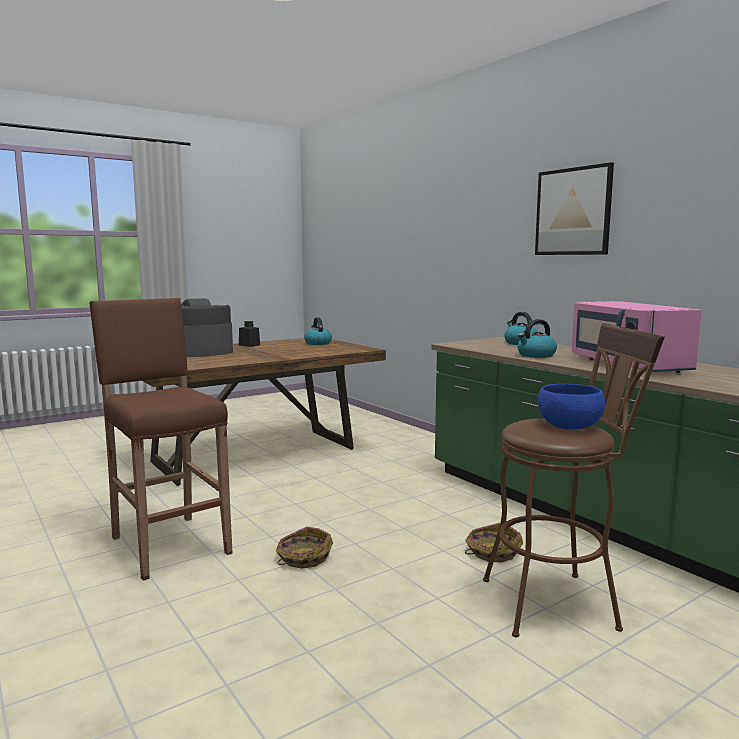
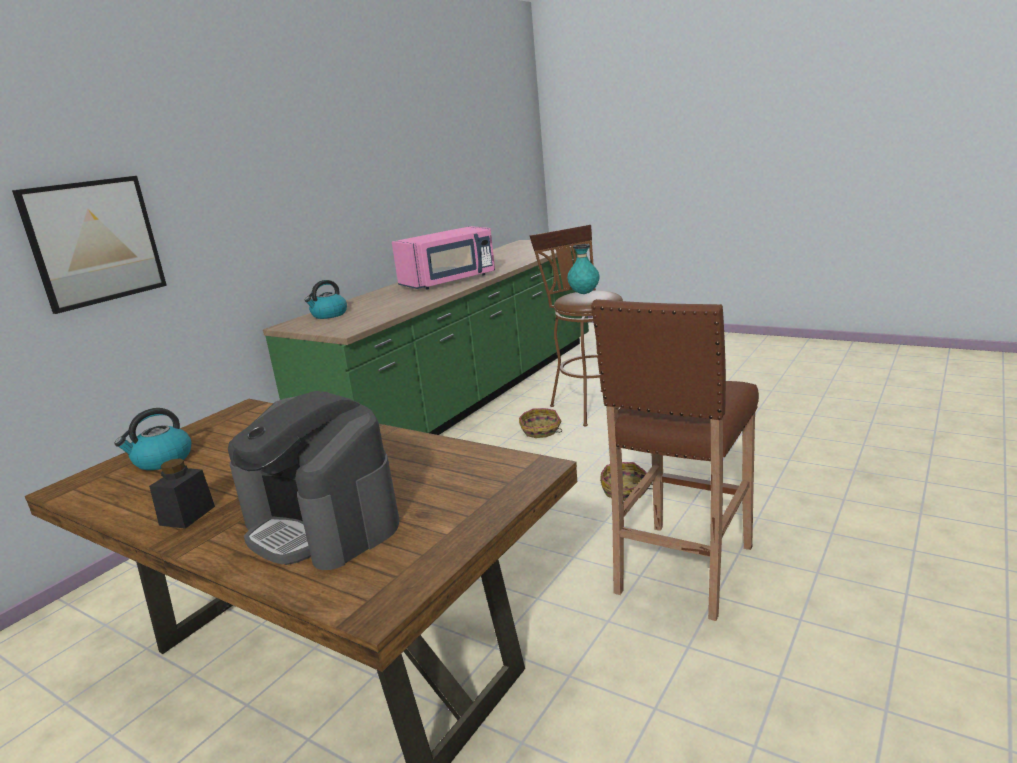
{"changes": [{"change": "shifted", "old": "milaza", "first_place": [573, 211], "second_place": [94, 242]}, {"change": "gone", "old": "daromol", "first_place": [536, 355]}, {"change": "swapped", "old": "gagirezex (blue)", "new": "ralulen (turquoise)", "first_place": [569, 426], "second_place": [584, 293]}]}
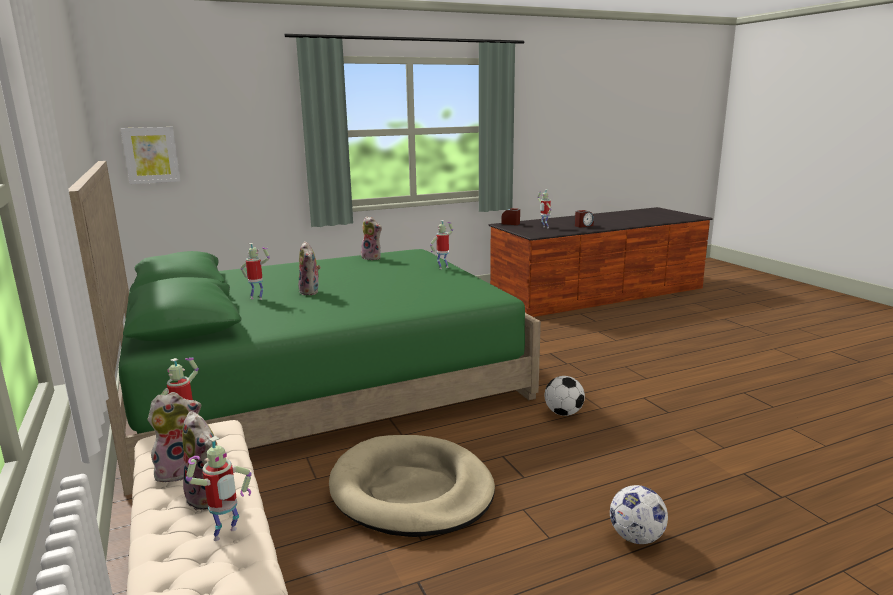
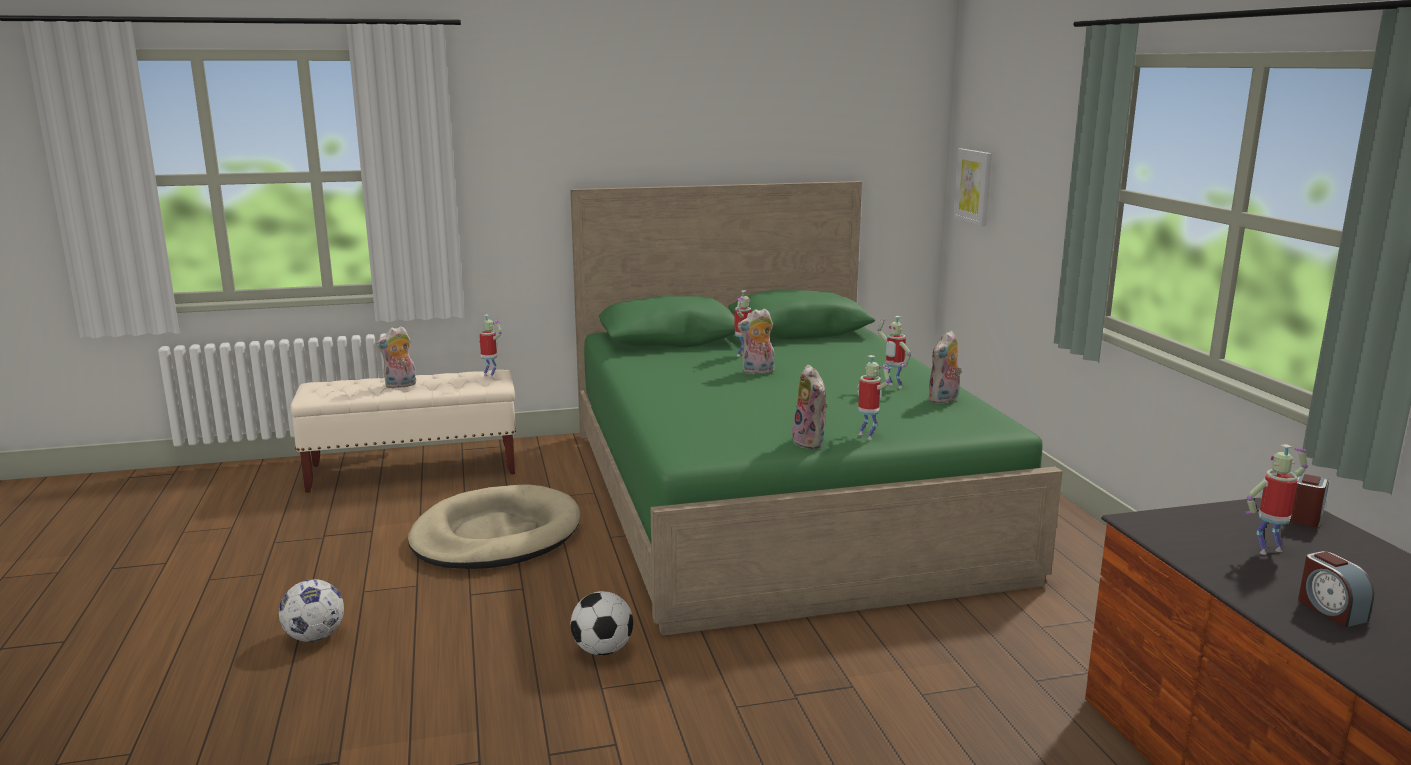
{"changes": [{"change": "shifted", "old": "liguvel", "first_place": [180, 470], "second_place": [811, 442]}, {"change": "shifted", "old": "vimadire", "first_place": [226, 536], "second_place": [893, 386]}]}
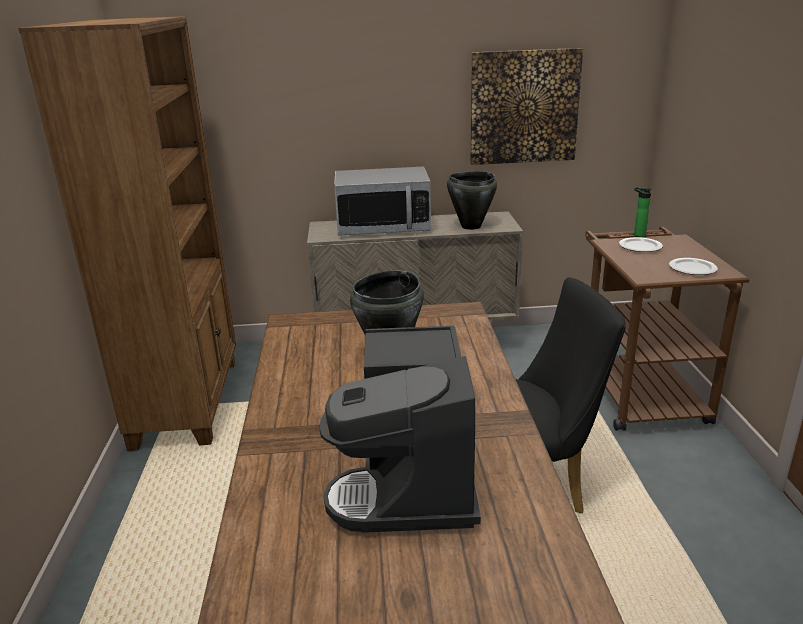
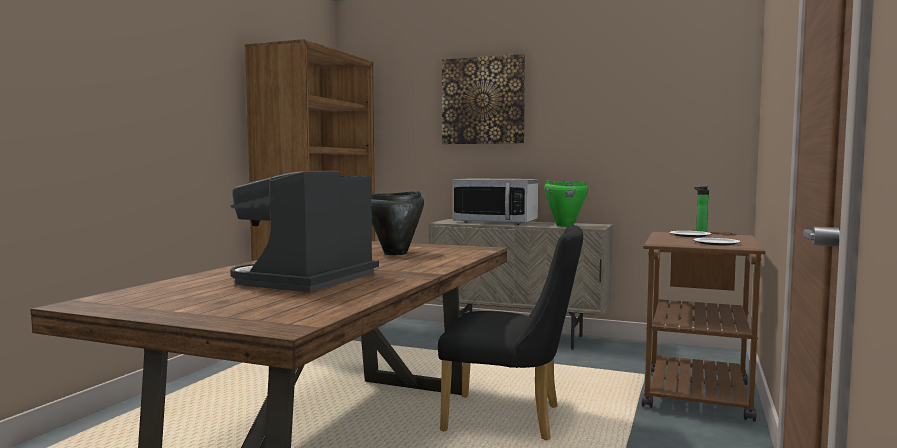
{"changes": [{"change": "shifted", "old": "milaza", "first_place": [524, 107], "second_place": [483, 100]}, {"change": "repainted", "old": "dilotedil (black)", "new": "dilotedil (green)", "first_place": [470, 226], "second_place": [564, 226]}]}
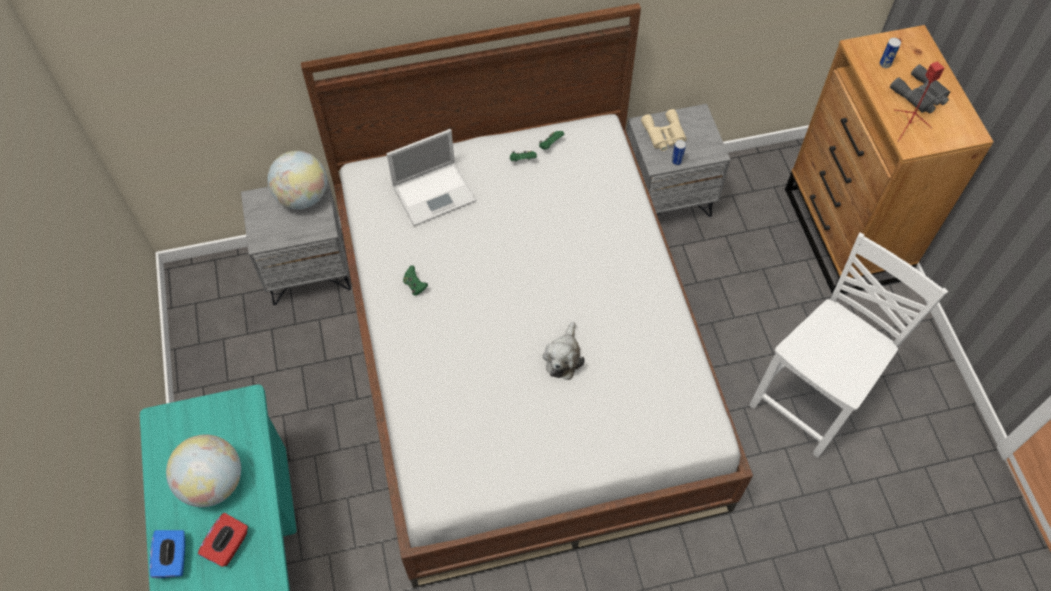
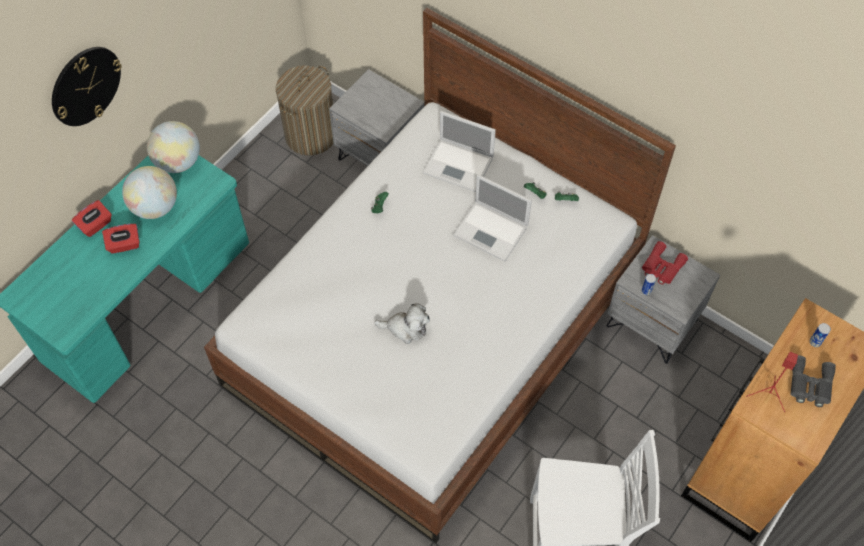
{"changes": [{"change": "repainted", "old": "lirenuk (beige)", "new": "lirenuk (red)", "first_place": [664, 135], "second_place": [661, 267]}, {"change": "shifted", "old": "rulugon", "first_place": [302, 197], "second_place": [178, 162]}, {"change": "rotated", "old": "liguvel", "first_place": [563, 357], "second_place": [405, 328], "degrees": -150}, {"change": "repainted", "old": "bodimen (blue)", "new": "bodimen (red)", "first_place": [173, 559], "second_place": [95, 225]}, {"change": "new", "new": "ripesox", "second_place": [85, 86]}, {"change": "new", "new": "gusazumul", "second_place": [310, 135]}, {"change": "new", "new": "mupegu", "second_place": [492, 231]}]}
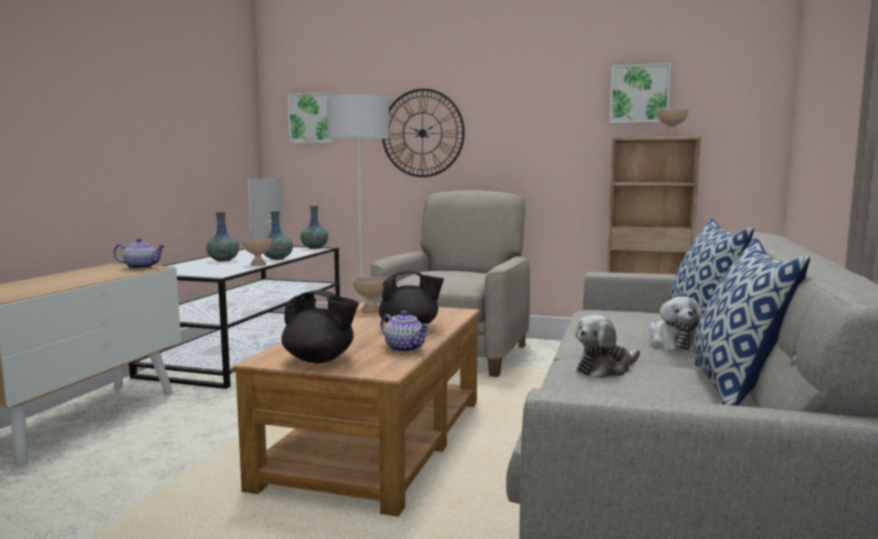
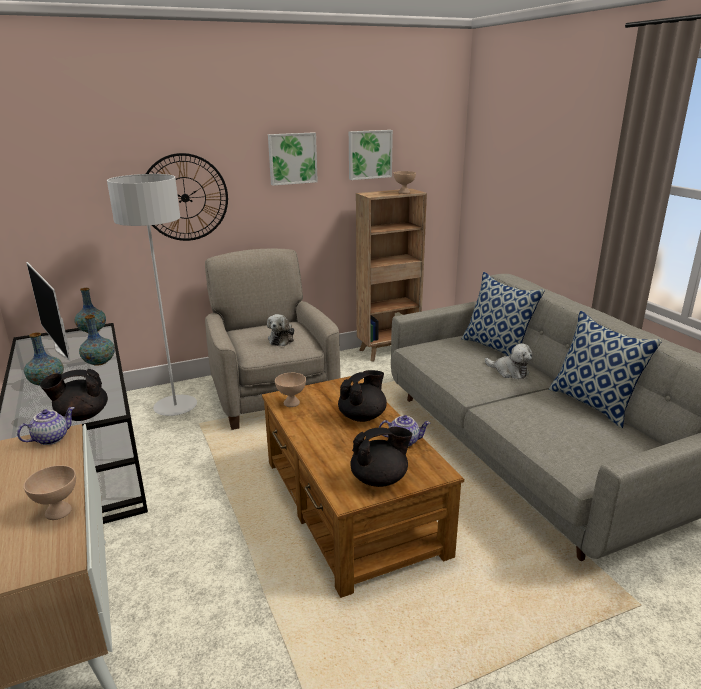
{"changes": [{"change": "shifted", "old": "milaza", "first_place": [312, 118], "second_place": [292, 158]}, {"change": "shifted", "old": "gagirezex (beige)", "first_place": [258, 264], "second_place": [57, 511]}, {"change": "shifted", "old": "liguvel", "first_place": [605, 369], "second_place": [282, 339]}, {"change": "new", "new": "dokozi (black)", "second_place": [82, 416]}]}
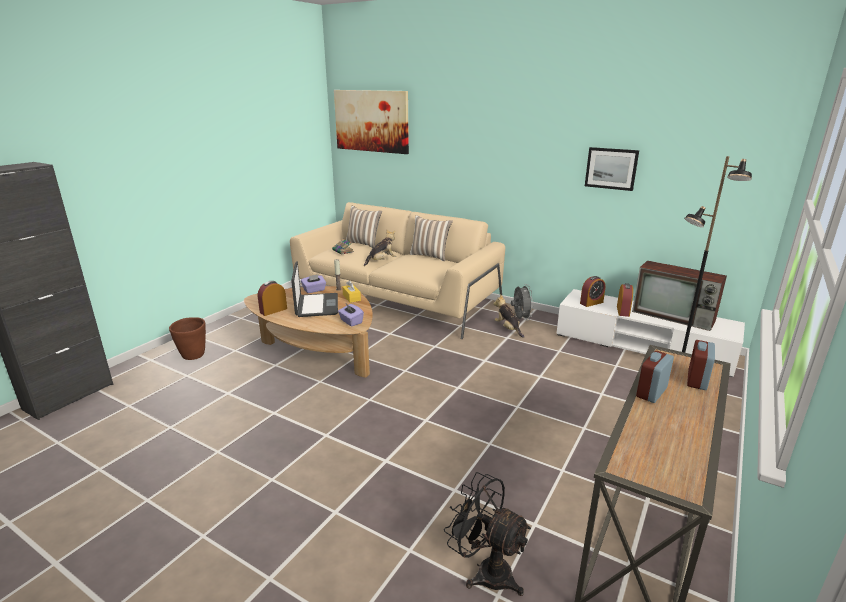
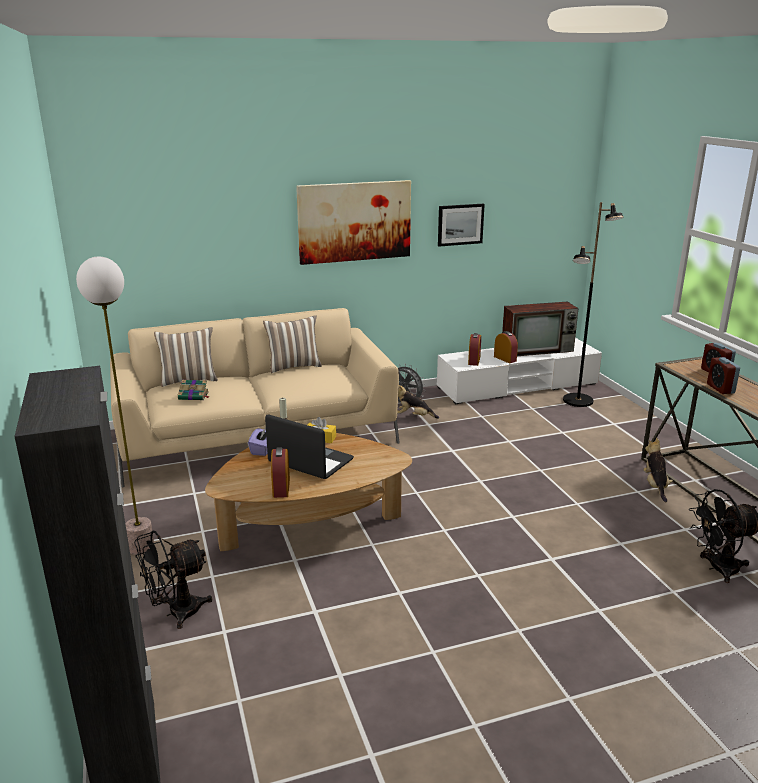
{"changes": [{"change": "shifted", "old": "milaza", "first_place": [371, 121], "second_place": [354, 221]}, {"change": "shifted", "old": "liguvel", "first_place": [381, 261], "second_place": [655, 486]}, {"change": "gone", "old": "bodimen (purple)", "first_place": [351, 322]}, {"change": "swapped", "old": "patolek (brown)", "new": "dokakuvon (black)", "first_place": [193, 356], "second_place": [176, 613]}, {"change": "new", "new": "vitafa", "second_place": [140, 547]}]}
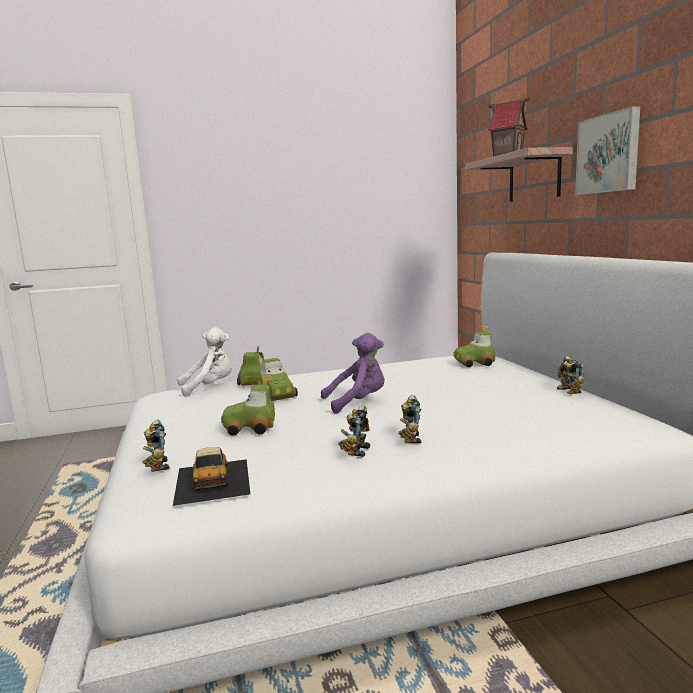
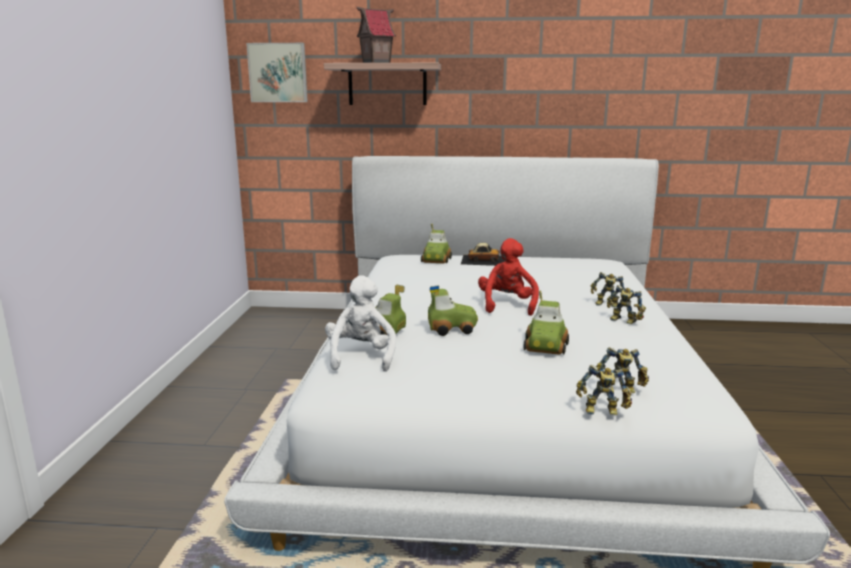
{"changes": [{"change": "shifted", "old": "milaza", "first_place": [609, 154], "second_place": [278, 73]}, {"change": "repainted", "old": "liguvel (purple)", "new": "liguvel (red)", "first_place": [358, 402], "second_place": [507, 305]}, {"change": "shifted", "old": "vimadire", "first_place": [567, 391], "second_place": [602, 412]}, {"change": "shifted", "old": "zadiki", "first_place": [213, 480], "second_place": [484, 260]}]}
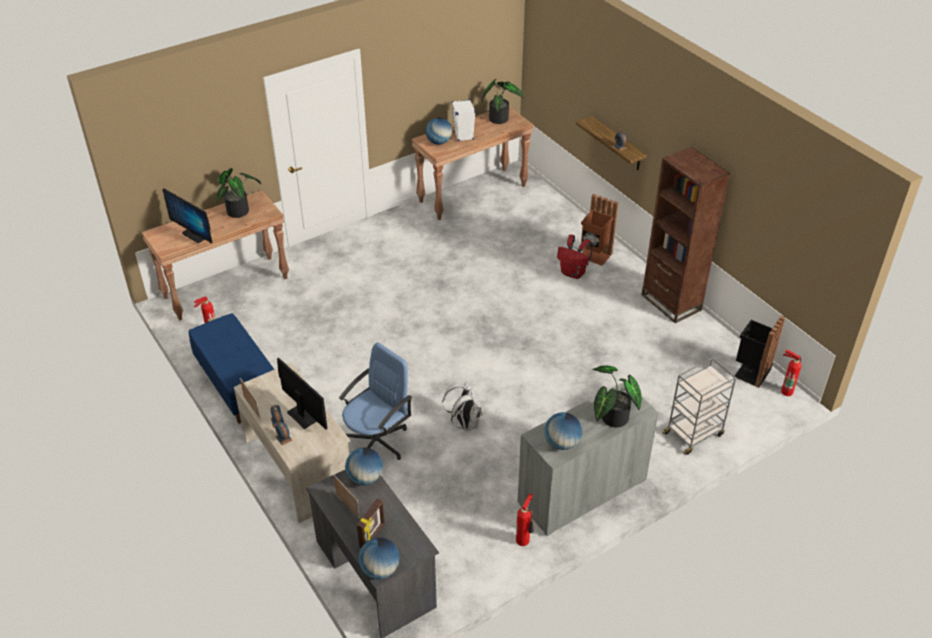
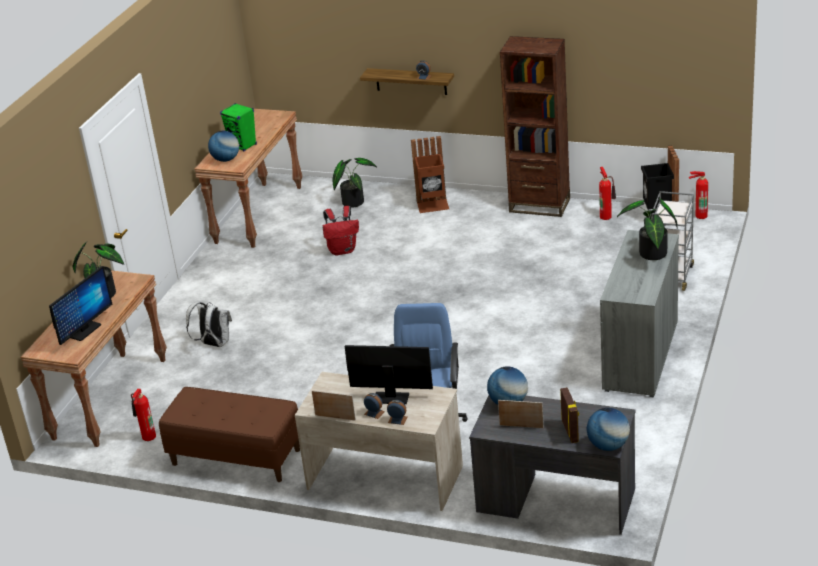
{"changes": [{"change": "shifted", "old": "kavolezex", "first_place": [500, 118], "second_place": [353, 201]}, {"change": "repainted", "old": "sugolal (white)", "new": "sugolal (green)", "first_place": [463, 136], "second_place": [243, 145]}, {"change": "rotated", "old": "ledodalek", "first_place": [194, 235], "second_place": [85, 331], "degrees": -60}, {"change": "shifted", "old": "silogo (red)", "first_place": [573, 273], "second_place": [343, 250]}, {"change": "repainted", "old": "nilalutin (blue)", "new": "nilalutin (brown)", "first_place": [237, 384], "second_place": [235, 457]}, {"change": "shifted", "old": "silogo (white)", "first_place": [465, 423], "second_place": [214, 344]}, {"change": "gone", "old": "rulugon", "first_place": [562, 443]}, {"change": "shifted", "old": "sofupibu", "first_place": [524, 540], "second_place": [606, 216]}]}
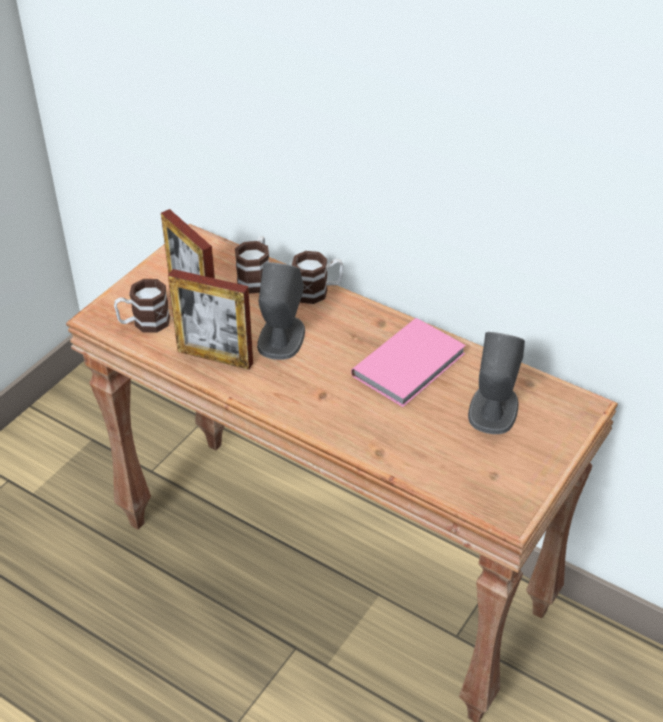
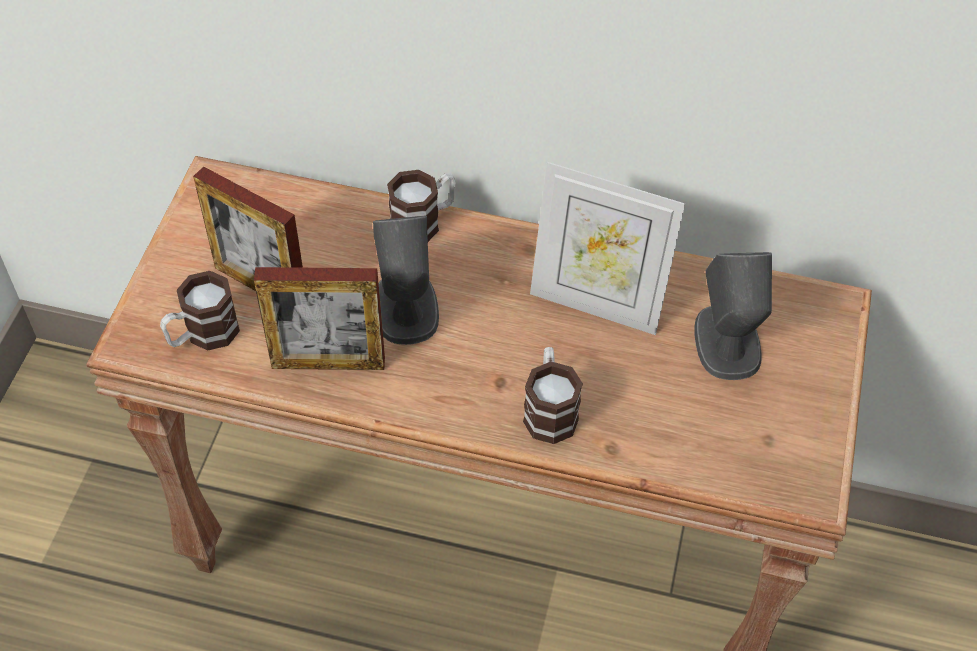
{"changes": [{"change": "shifted", "old": "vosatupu", "first_place": [256, 277], "second_place": [549, 409]}, {"change": "swapped", "old": "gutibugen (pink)", "new": "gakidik", "first_place": [411, 365], "second_place": [596, 304]}]}
